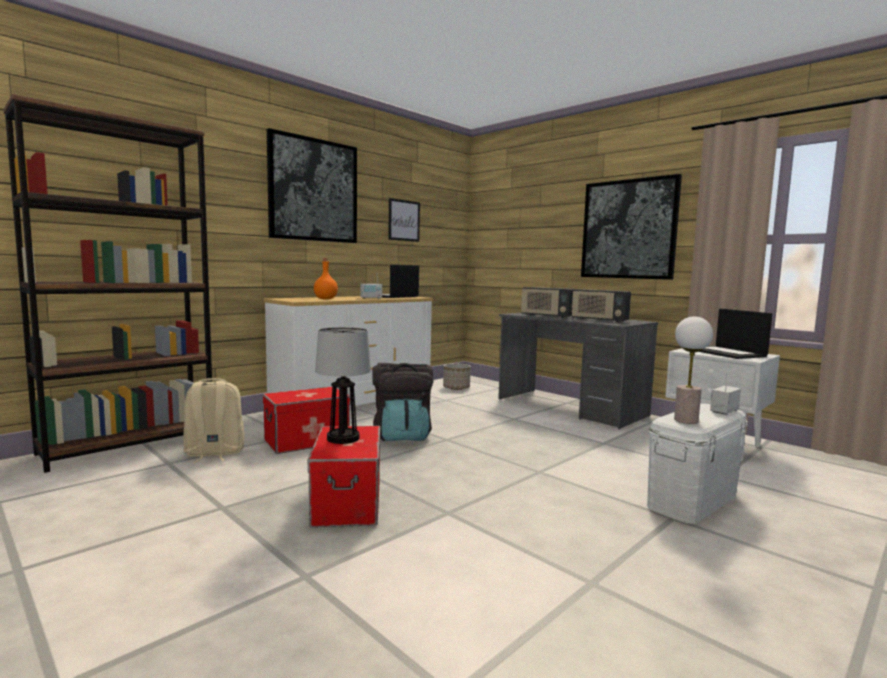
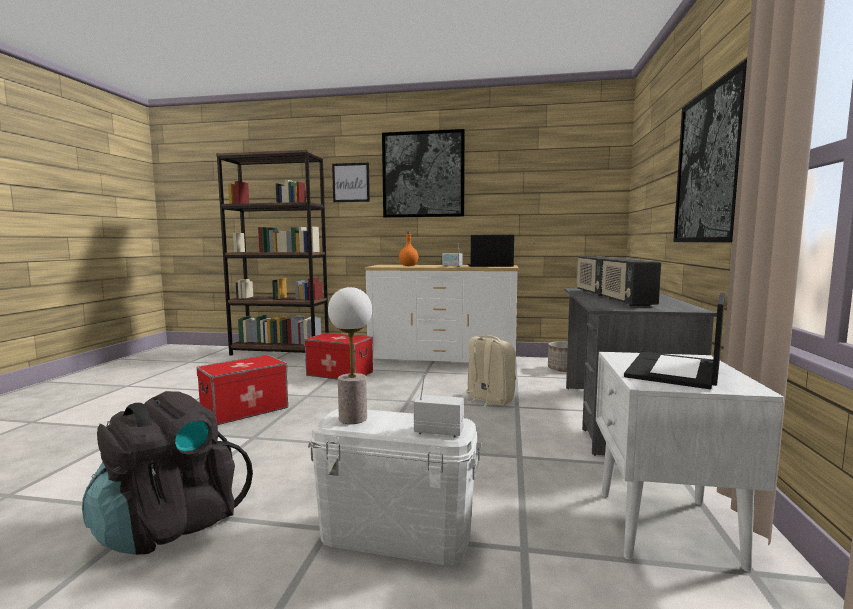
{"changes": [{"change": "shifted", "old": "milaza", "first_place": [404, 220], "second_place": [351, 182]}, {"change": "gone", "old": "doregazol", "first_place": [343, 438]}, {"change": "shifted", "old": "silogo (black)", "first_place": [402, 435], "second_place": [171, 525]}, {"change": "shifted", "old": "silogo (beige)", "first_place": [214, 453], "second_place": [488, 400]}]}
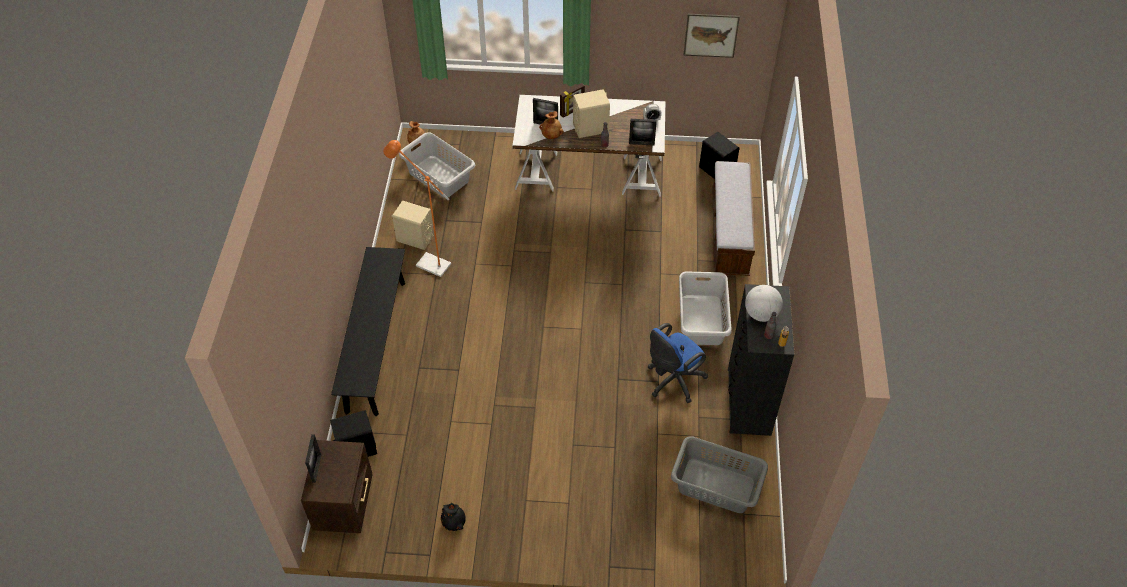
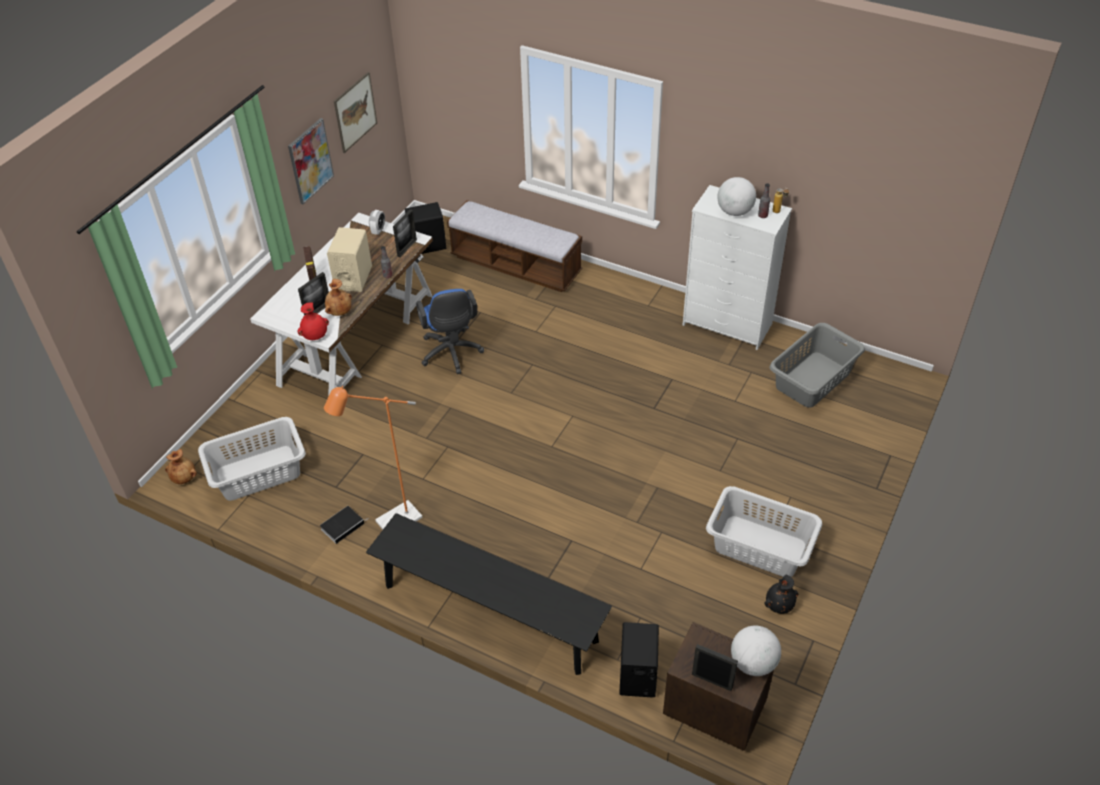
{"changes": [{"change": "swapped", "old": "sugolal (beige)", "new": "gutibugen", "first_place": [415, 238], "second_place": [343, 525]}, {"change": "shifted", "old": "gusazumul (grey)", "first_place": [701, 320], "second_place": [760, 547]}, {"change": "repainted", "old": "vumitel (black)", "new": "vumitel (white)", "first_place": [748, 402], "second_place": [728, 324]}, {"change": "shifted", "old": "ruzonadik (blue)", "first_place": [672, 381], "second_place": [451, 354]}, {"change": "new", "new": "milaza", "second_place": [310, 161]}, {"change": "new", "new": "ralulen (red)", "second_place": [315, 336]}, {"change": "new", "new": "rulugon", "second_place": [753, 663]}]}
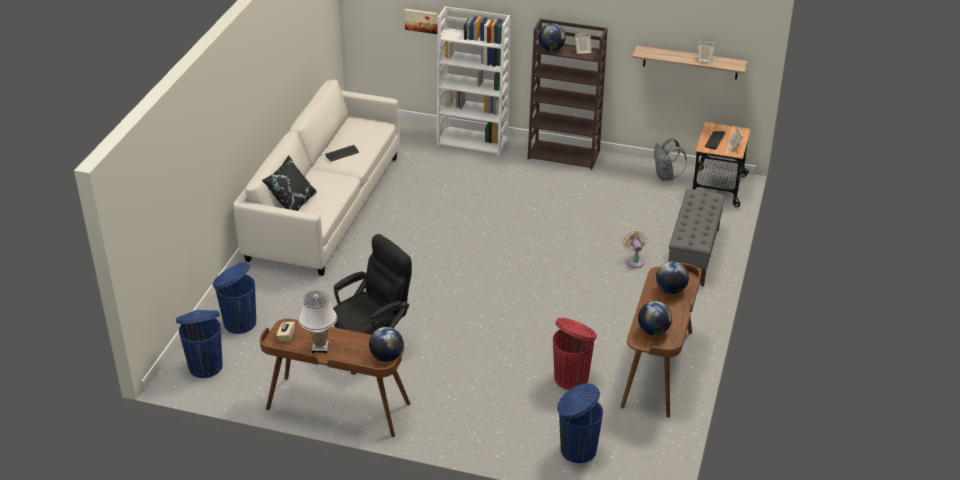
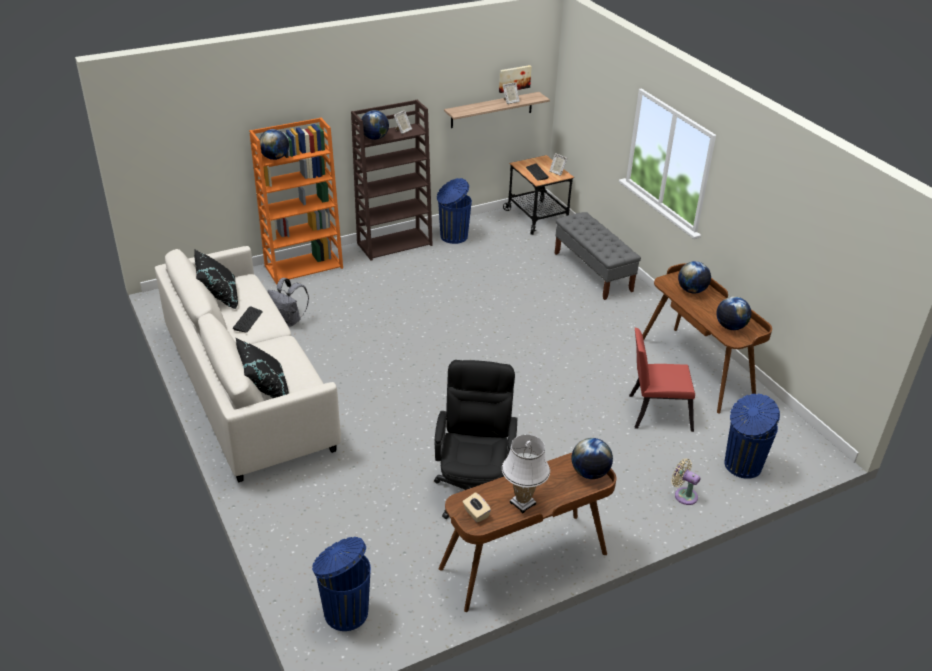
{"changes": [{"change": "repainted", "old": "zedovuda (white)", "new": "zedovuda (orange)", "first_place": [473, 141], "second_place": [304, 266]}, {"change": "shifted", "old": "milaza", "first_place": [421, 20], "second_place": [514, 78]}, {"change": "shifted", "old": "silogo (grey)", "first_place": [666, 177], "second_place": [289, 321]}, {"change": "shifted", "old": "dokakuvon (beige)", "first_place": [634, 261], "second_place": [683, 495]}, {"change": "shifted", "old": "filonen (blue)", "first_place": [239, 322], "second_place": [453, 236]}, {"change": "swapped", "old": "filonen (red)", "new": "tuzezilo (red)", "first_place": [572, 378], "second_place": [655, 412]}, {"change": "new", "new": "rulugon", "second_place": [275, 158]}, {"change": "new", "new": "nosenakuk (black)", "second_place": [218, 297]}]}
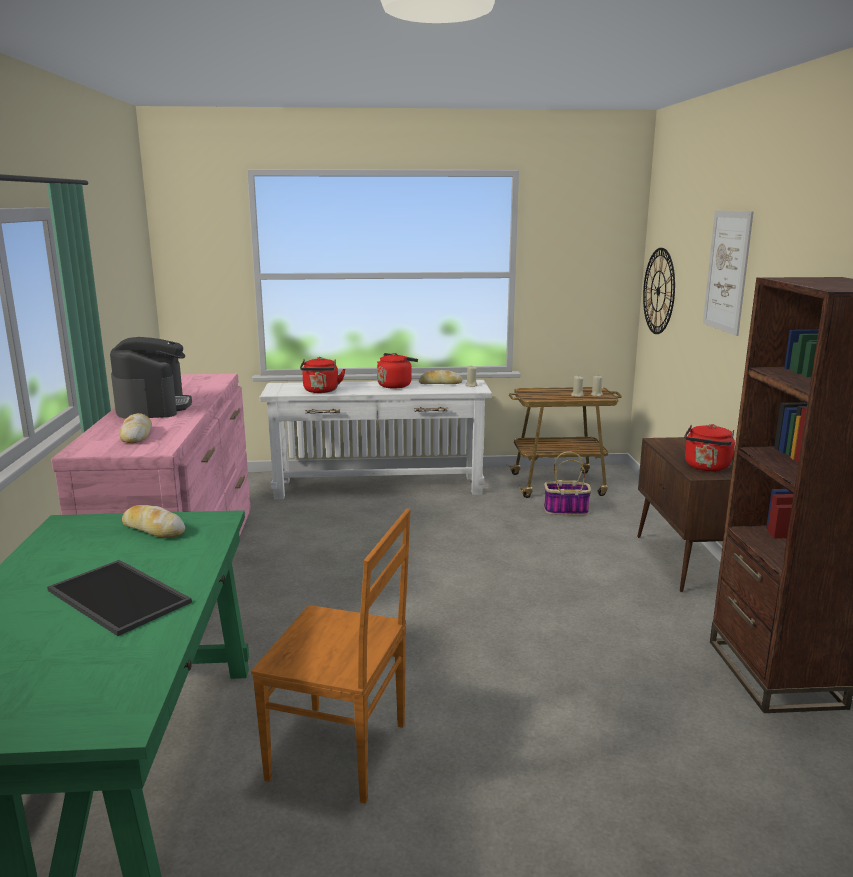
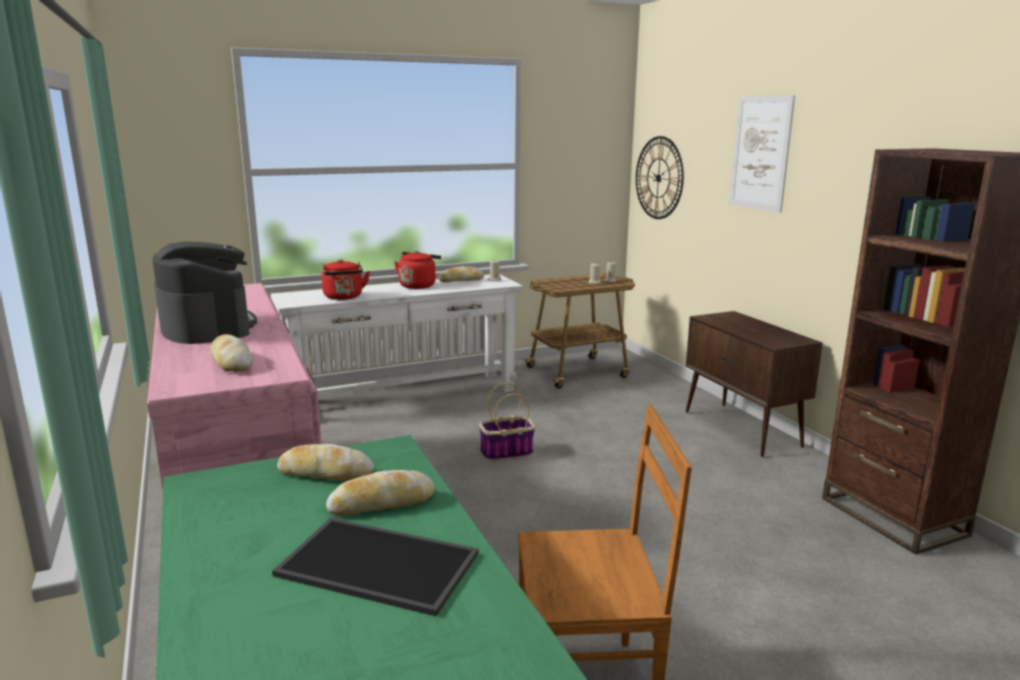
{"changes": [{"change": "gone", "old": "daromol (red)", "first_place": [707, 468]}, {"change": "shifted", "old": "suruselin", "first_place": [565, 510], "second_place": [506, 453]}, {"change": "new", "new": "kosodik", "second_place": [381, 503]}]}
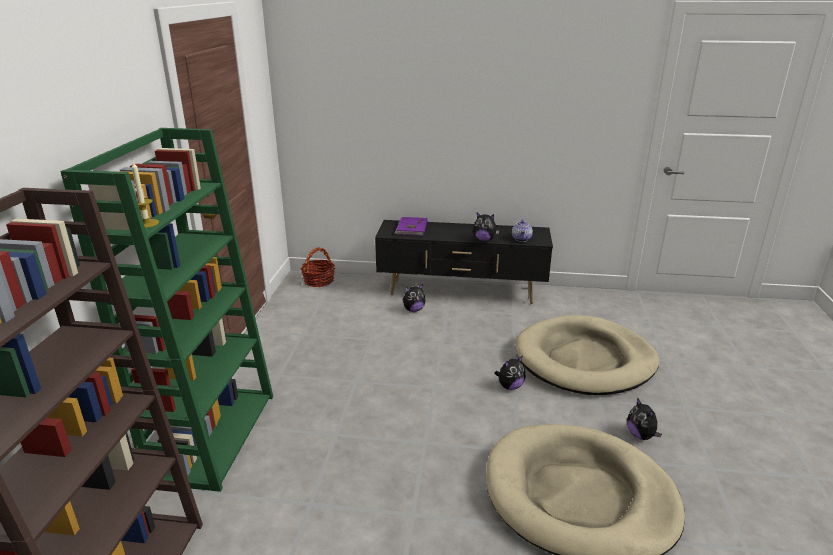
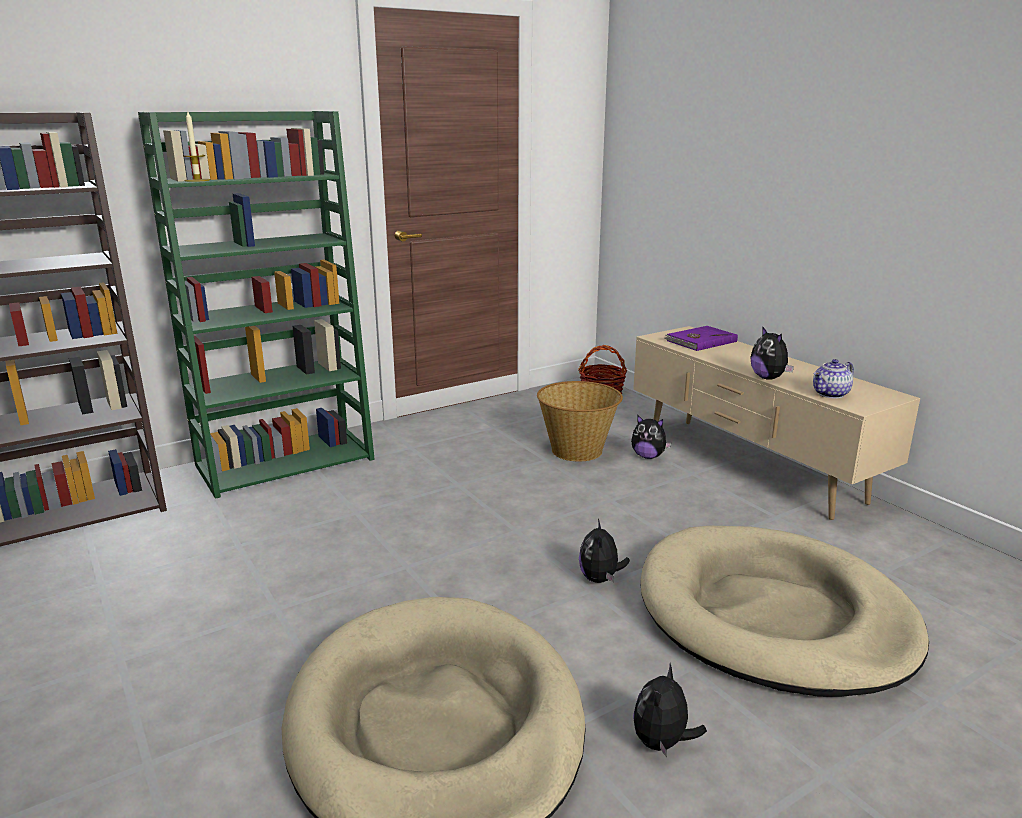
{"changes": [{"change": "repainted", "old": "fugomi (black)", "new": "fugomi (beige)", "first_place": [462, 292], "second_place": [749, 466]}, {"change": "rotated", "old": "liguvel", "first_place": [510, 386], "second_place": [600, 579], "degrees": 75}, {"change": "new", "new": "suruselin", "second_place": [577, 450]}]}
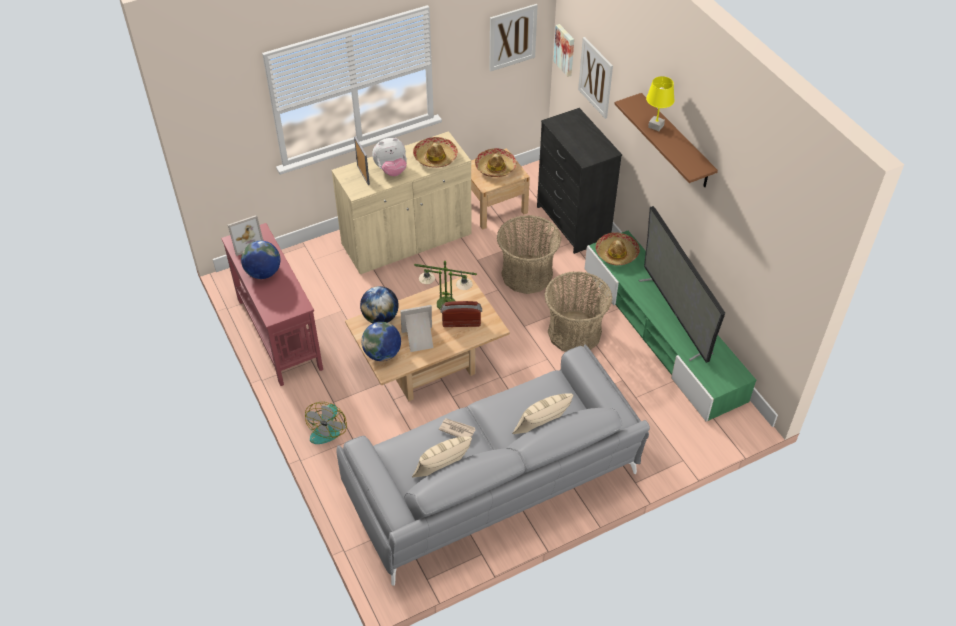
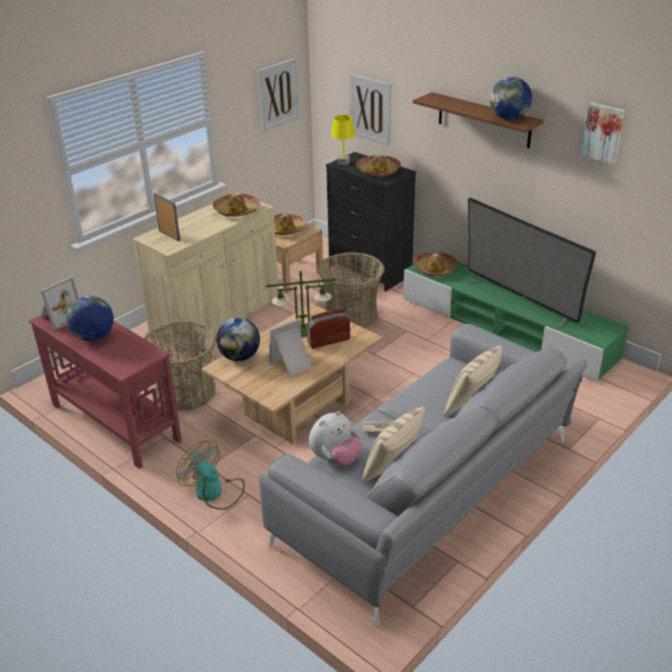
{"changes": [{"change": "shifted", "old": "milaza", "first_place": [565, 50], "second_place": [603, 132]}, {"change": "shifted", "old": "doregazol (yellow)", "first_place": [655, 126], "second_place": [343, 163]}, {"change": "shifted", "old": "liguvel", "first_place": [391, 170], "second_place": [335, 458]}, {"change": "shifted", "old": "suruselin", "first_place": [574, 332], "second_place": [186, 392]}, {"change": "shifted", "old": "rulugon", "first_place": [382, 353], "second_place": [509, 118]}, {"change": "rotated", "old": "dokakuvon", "first_place": [328, 428], "second_place": [214, 492], "degrees": 135}, {"change": "new", "new": "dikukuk", "second_place": [378, 171]}]}
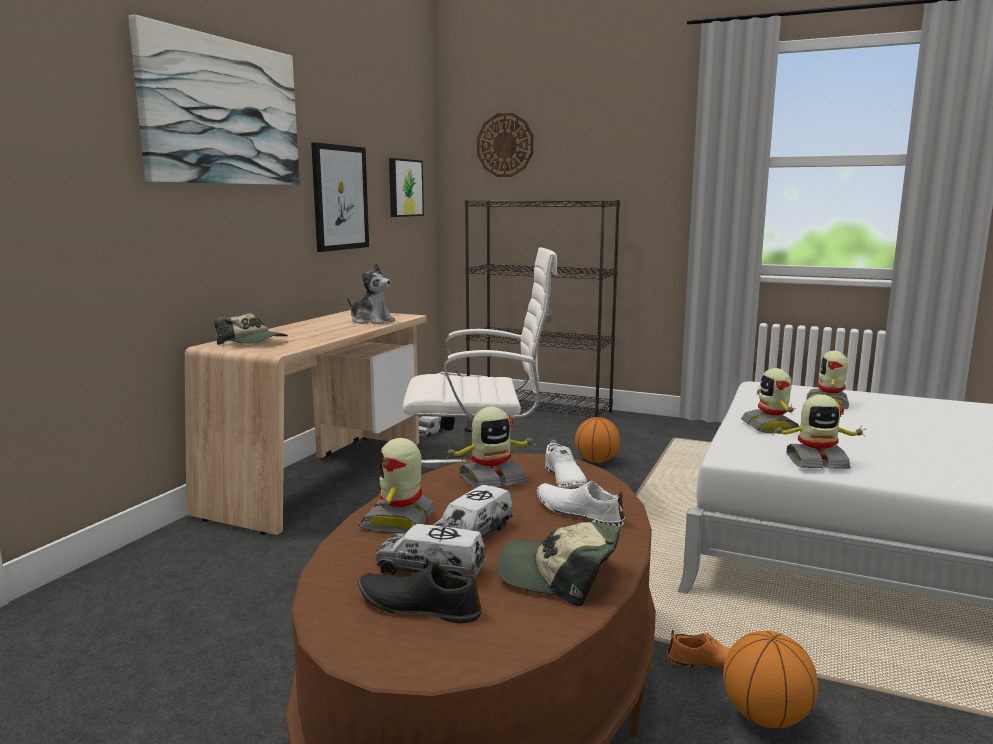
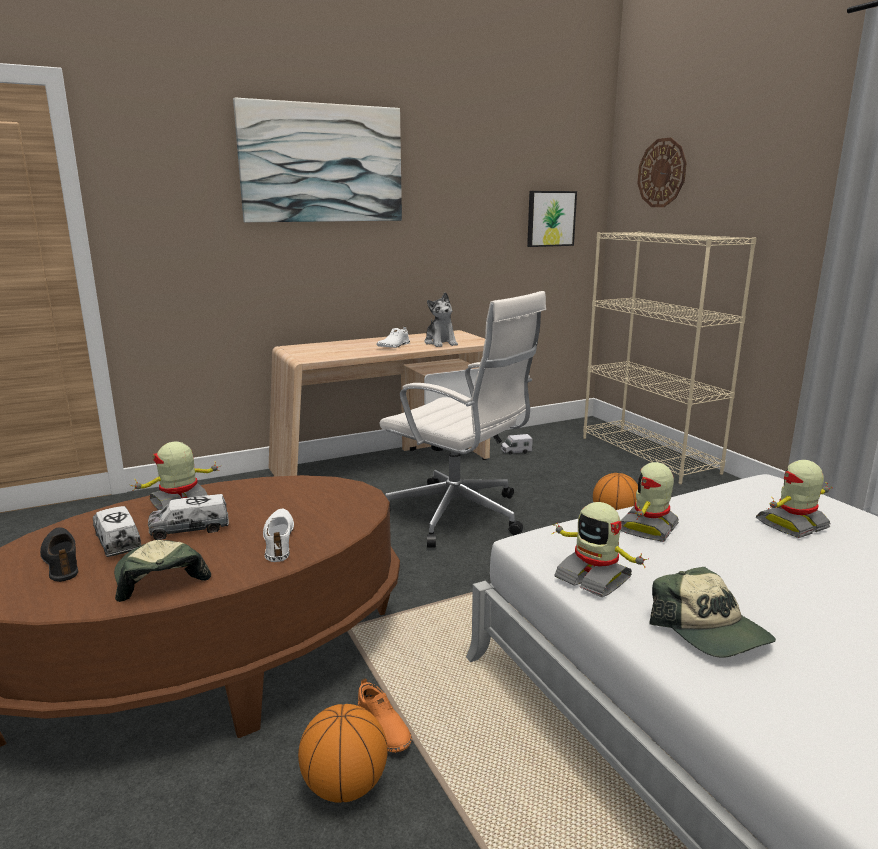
{"changes": [{"change": "gone", "old": "milaza", "first_place": [339, 198]}, {"change": "repainted", "old": "zedovuda (black)", "new": "zedovuda (beige)", "first_place": [540, 410], "second_place": [649, 455]}, {"change": "shifted", "old": "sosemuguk", "first_place": [253, 342], "second_place": [710, 631]}, {"change": "gone", "old": "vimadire", "first_place": [491, 480]}, {"change": "shifted", "old": "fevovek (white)", "first_place": [564, 479], "second_place": [393, 346]}]}
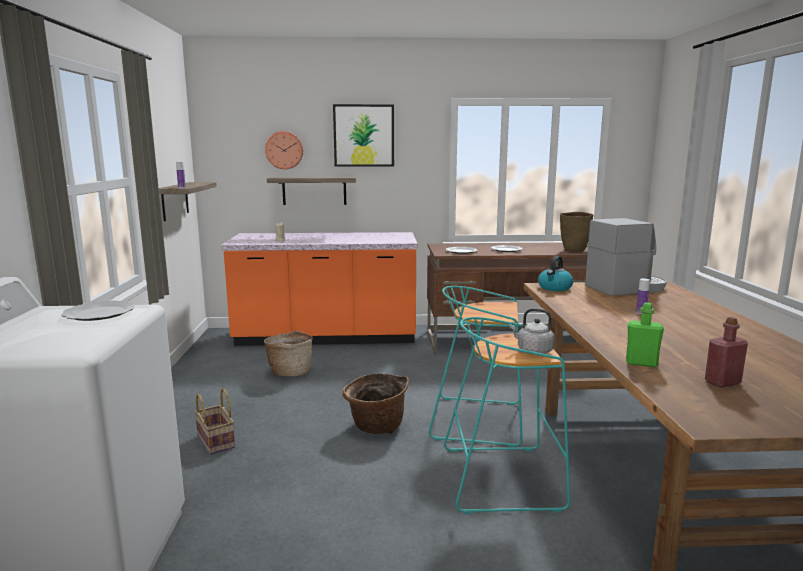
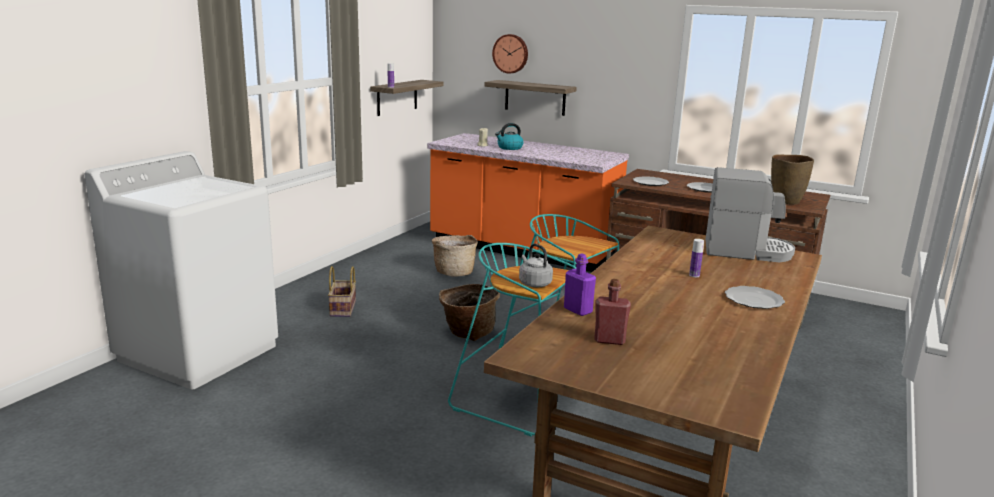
{"changes": [{"change": "gone", "old": "milaza", "first_place": [364, 135]}, {"change": "shifted", "old": "daromol", "first_place": [554, 288], "second_place": [509, 148]}, {"change": "shifted", "old": "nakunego", "first_place": [100, 313], "second_place": [754, 299]}, {"change": "repainted", "old": "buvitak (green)", "new": "buvitak (purple)", "first_place": [641, 363], "second_place": [578, 310]}]}
